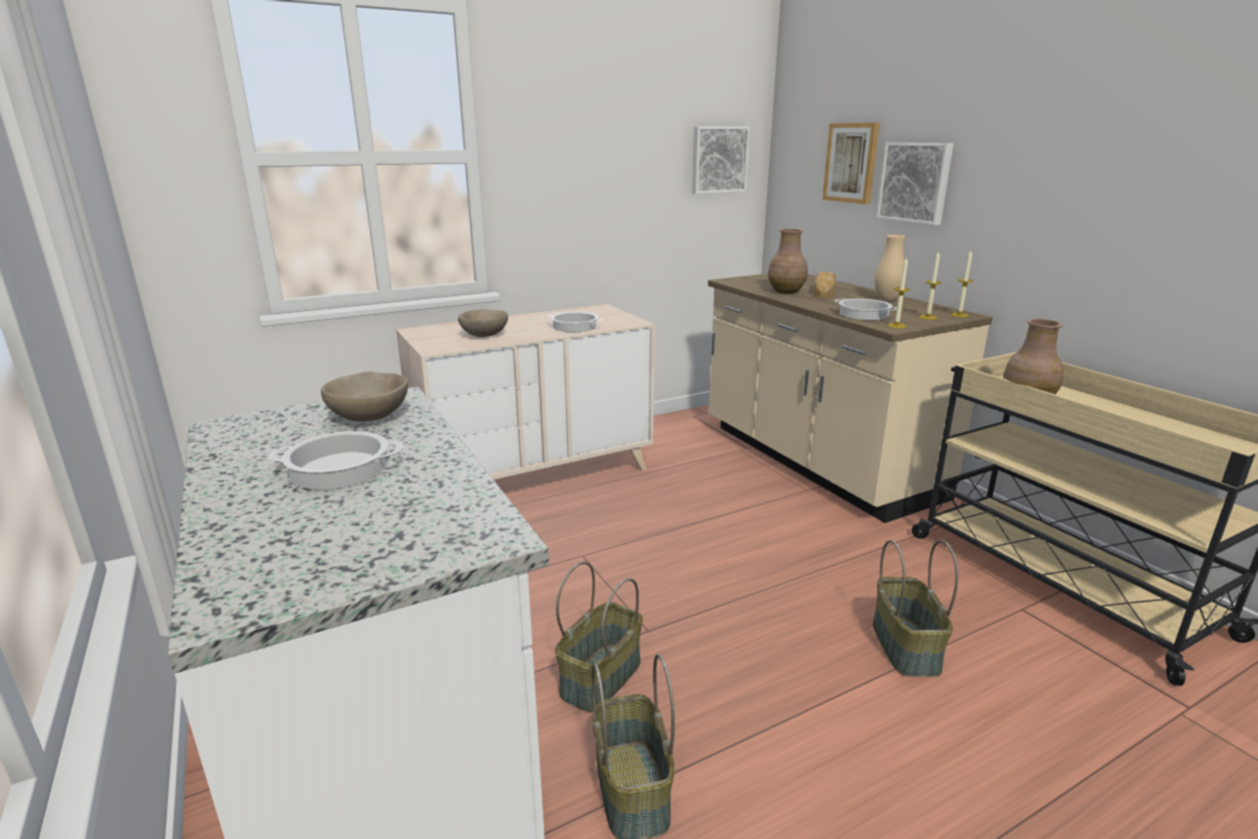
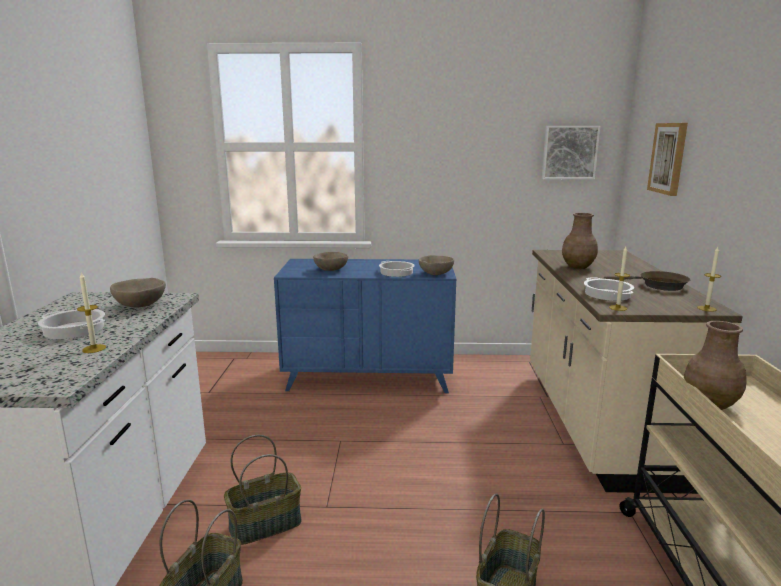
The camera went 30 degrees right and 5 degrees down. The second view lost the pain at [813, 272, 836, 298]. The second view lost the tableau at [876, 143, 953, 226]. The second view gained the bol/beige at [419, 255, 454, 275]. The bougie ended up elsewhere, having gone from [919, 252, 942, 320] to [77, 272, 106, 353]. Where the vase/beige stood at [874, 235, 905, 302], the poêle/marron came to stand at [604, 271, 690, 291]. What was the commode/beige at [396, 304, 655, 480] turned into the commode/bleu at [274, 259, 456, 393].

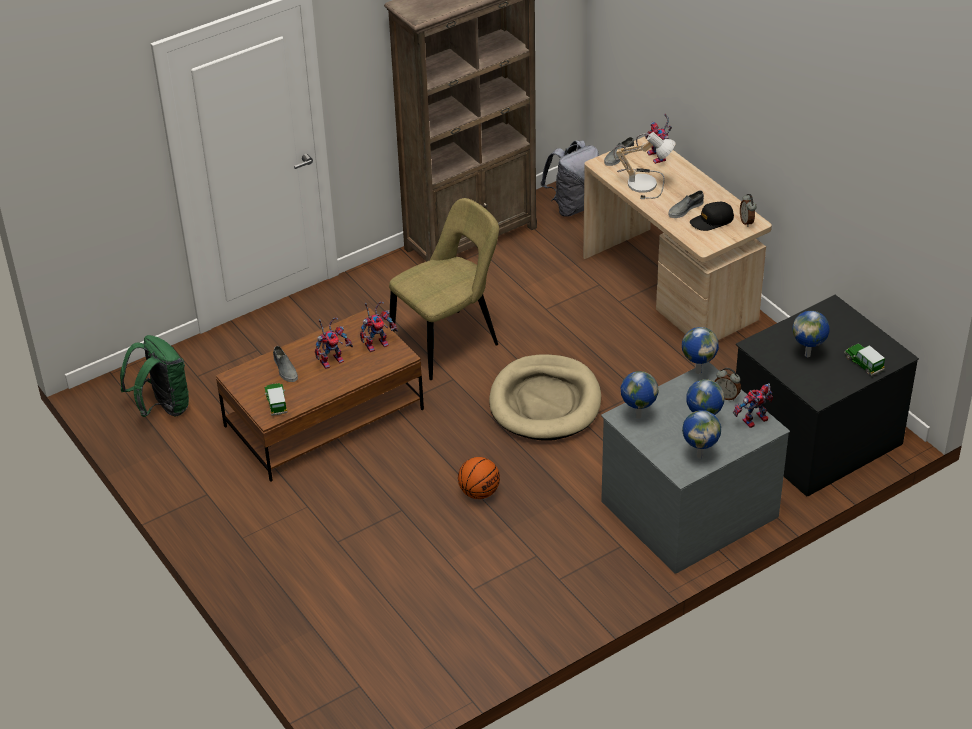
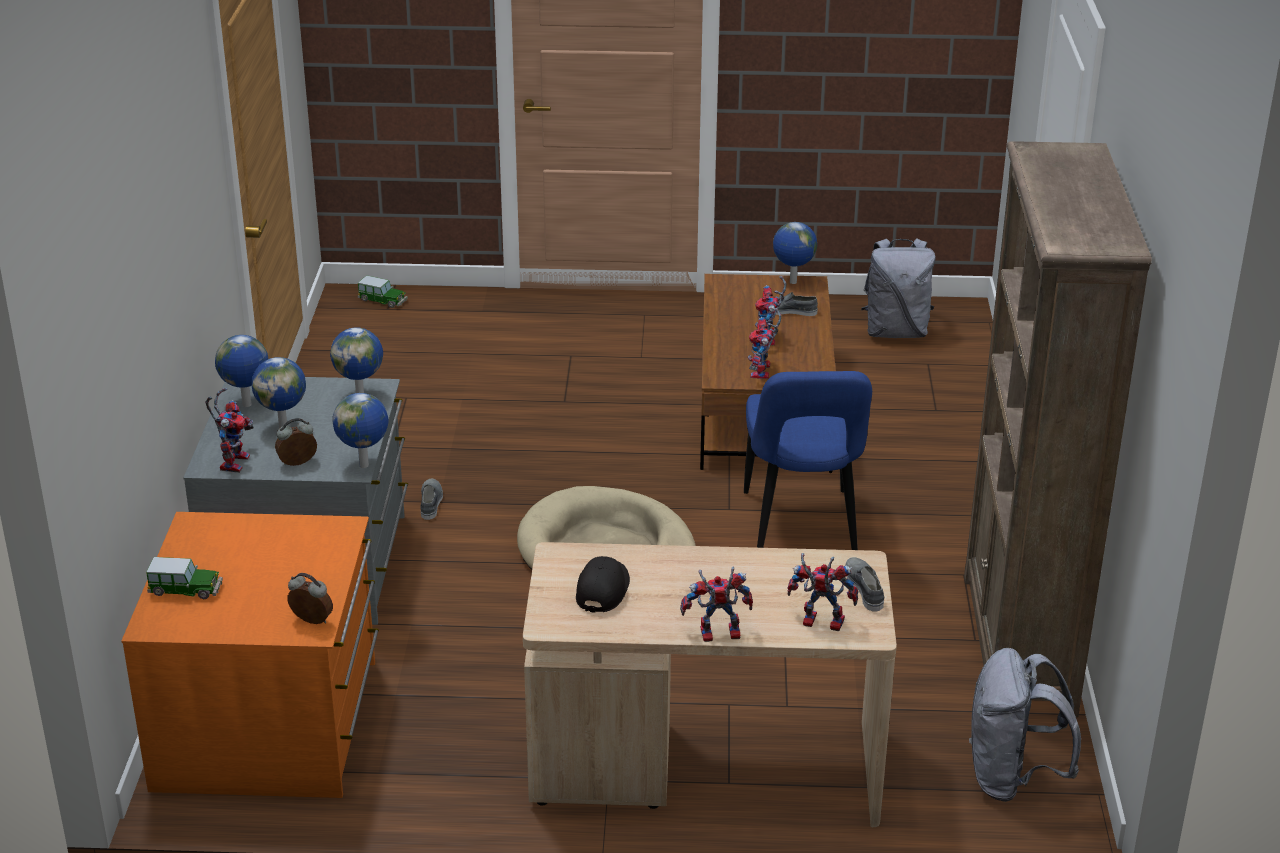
The camera went 125 degrees right and 10 degrees down. The second view lost the ballon de basket at [458, 457, 500, 499]. The second view lost the lampe de table at [613, 132, 675, 199]. The second view gained the robot jouet at [680, 566, 753, 642]. The petite voiture ended up elsewhere, having gone from [265, 383, 287, 416] to [358, 275, 408, 308]. The chaussure/gris ended up elsewhere, having gone from [668, 190, 704, 218] to [420, 479, 443, 520]. The réveil ended up elsewhere, having gone from [740, 194, 757, 227] to [287, 573, 333, 624]. The globe ended up elsewhere, having gone from [792, 311, 830, 357] to [773, 222, 817, 284]. What was the sac à dos/vert at [120, 335, 189, 417] turned into the sac à dos/gris at [861, 238, 936, 338]. What was the chaise/beige at [389, 198, 499, 380] turned into the chaise/bleu at [744, 371, 872, 550]. What was the commode/noir at [736, 295, 919, 496] turned into the commode/orange at [121, 512, 379, 798].

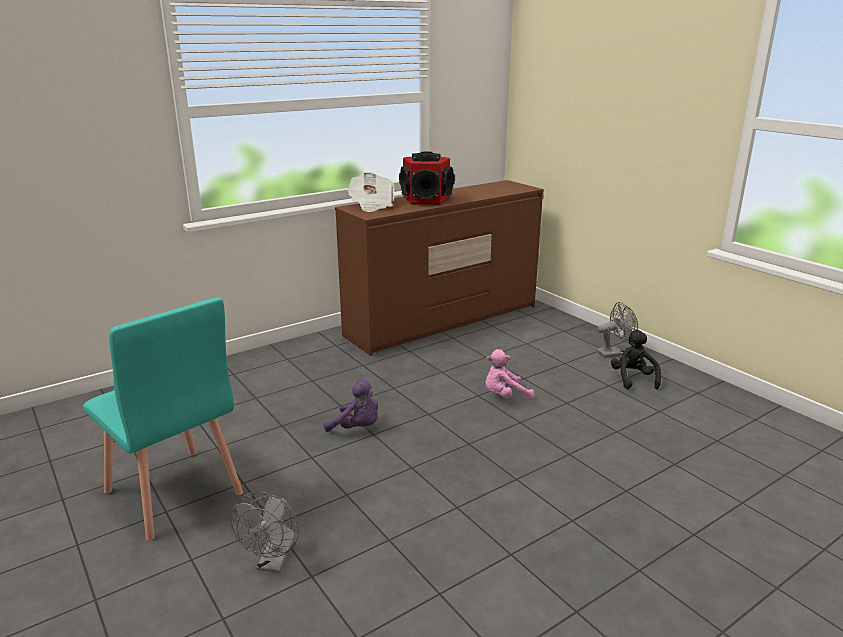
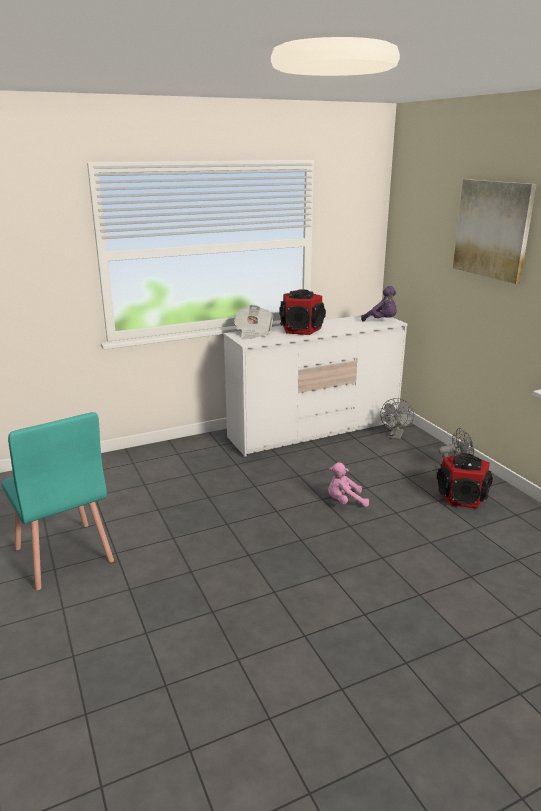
The camera went 10 degrees right and 0 degrees up. The second view gained the tableau at [453, 179, 536, 284]. The ventilateur/gris ended up elsewhere, having gone from [231, 492, 299, 573] to [380, 398, 414, 440]. The peluche/violet ended up elsewhere, having gone from [324, 380, 378, 432] to [361, 286, 397, 321]. Where the peluche/noir stood at [611, 330, 661, 389], the enceinte came to stand at [437, 453, 493, 508]. What was the commode/marron at [335, 180, 544, 356] turned into the commode/blanc at [223, 315, 408, 457].

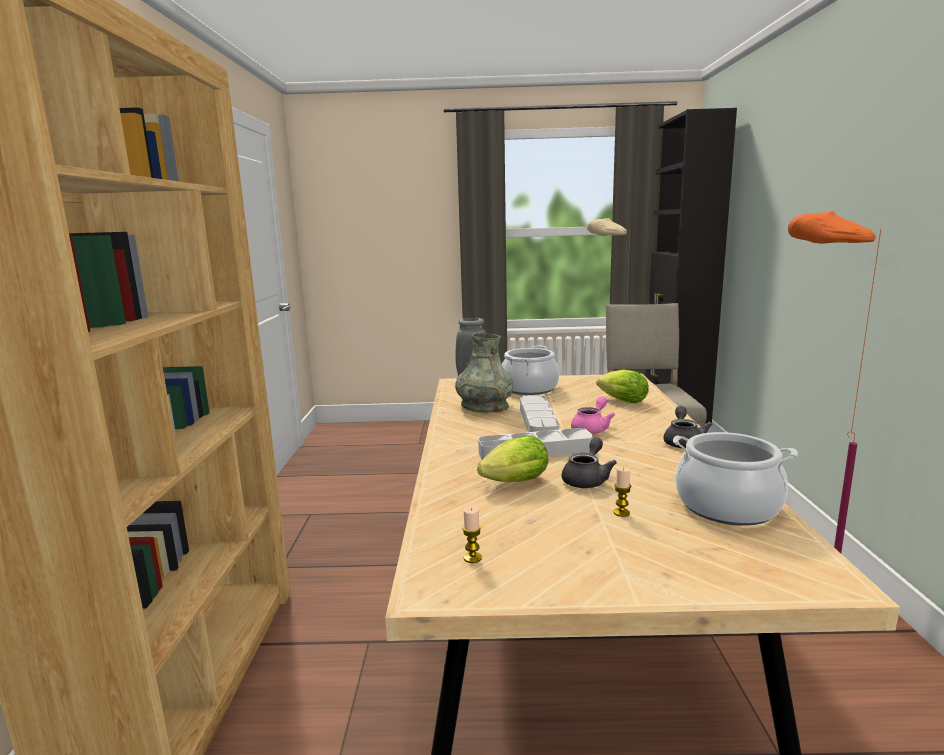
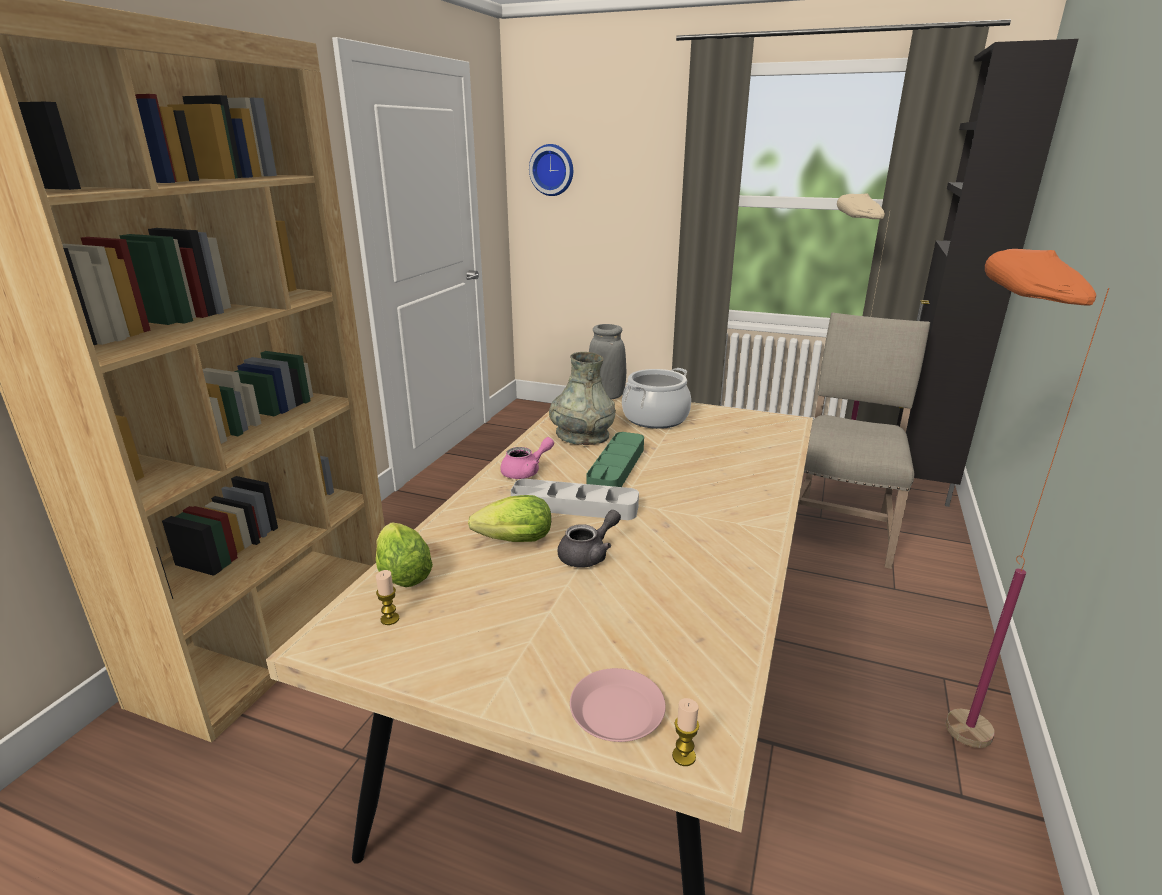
The camera went 20 degrees right and 10 degrees up. The second view lost the théière/gris at [664, 406, 712, 449]. The second view lost the marmite at [673, 432, 798, 526]. The second view gained the horloge murale at [529, 144, 573, 196]. The second view gained the assiette/rose at [570, 668, 666, 742]. The théière/rose ended up elsewhere, having gone from [571, 396, 615, 434] to [500, 437, 554, 479]. The laitue ended up elsewhere, having gone from [596, 370, 649, 403] to [376, 523, 433, 587]. The bougie ended up elsewhere, having gone from [613, 467, 631, 517] to [672, 698, 699, 766]. What was the plateau/gris at [520, 396, 559, 432] turned into the plateau/vert at [586, 432, 644, 487].

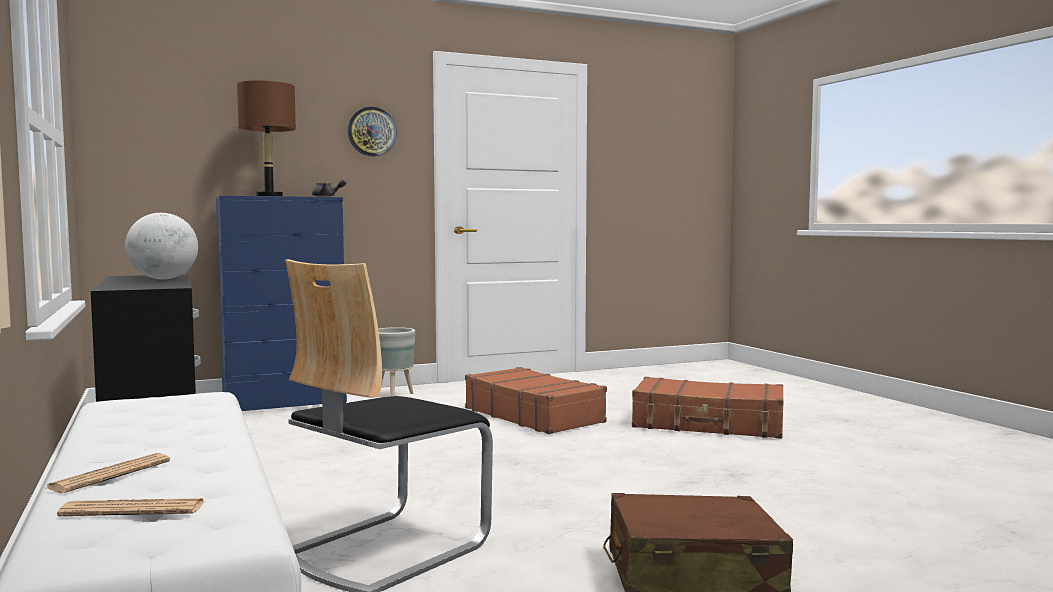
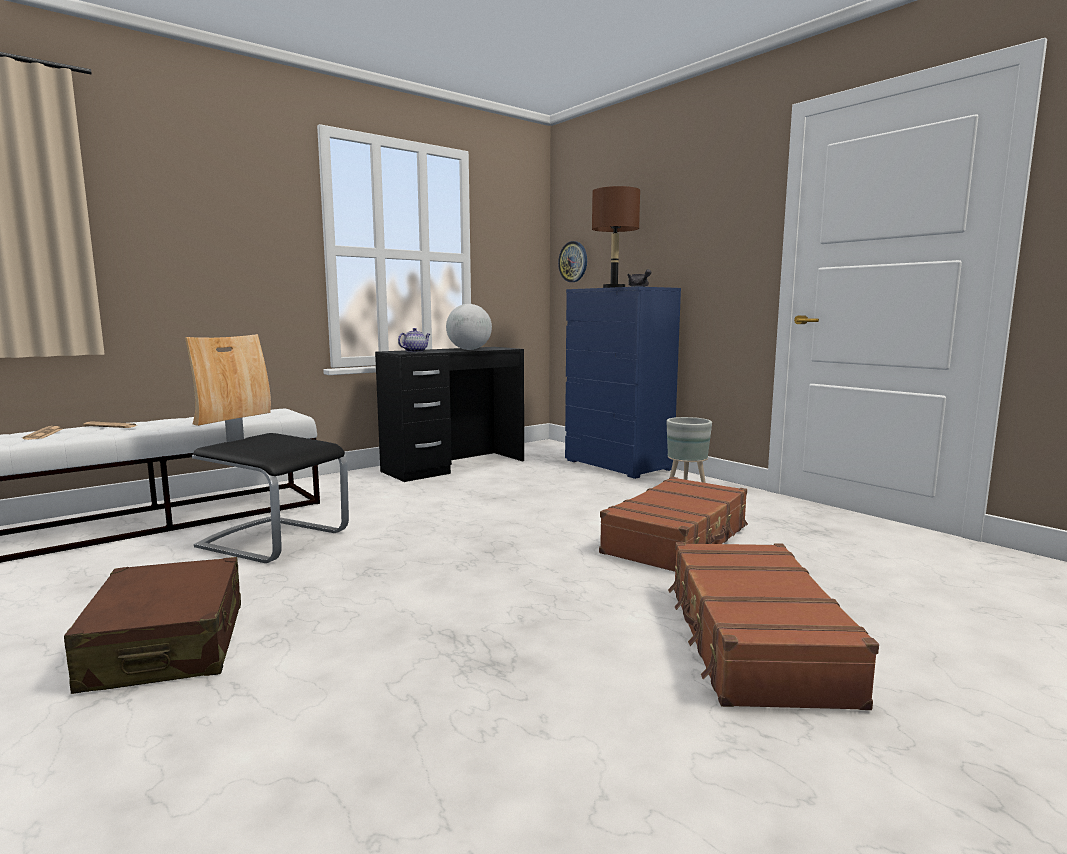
The camera went 75 degrees right and 5 degrees up. The second view gained the théière at [398, 328, 430, 352]. The horloge murale ended up elsewhere, having gone from [348, 107, 397, 156] to [558, 241, 587, 282].

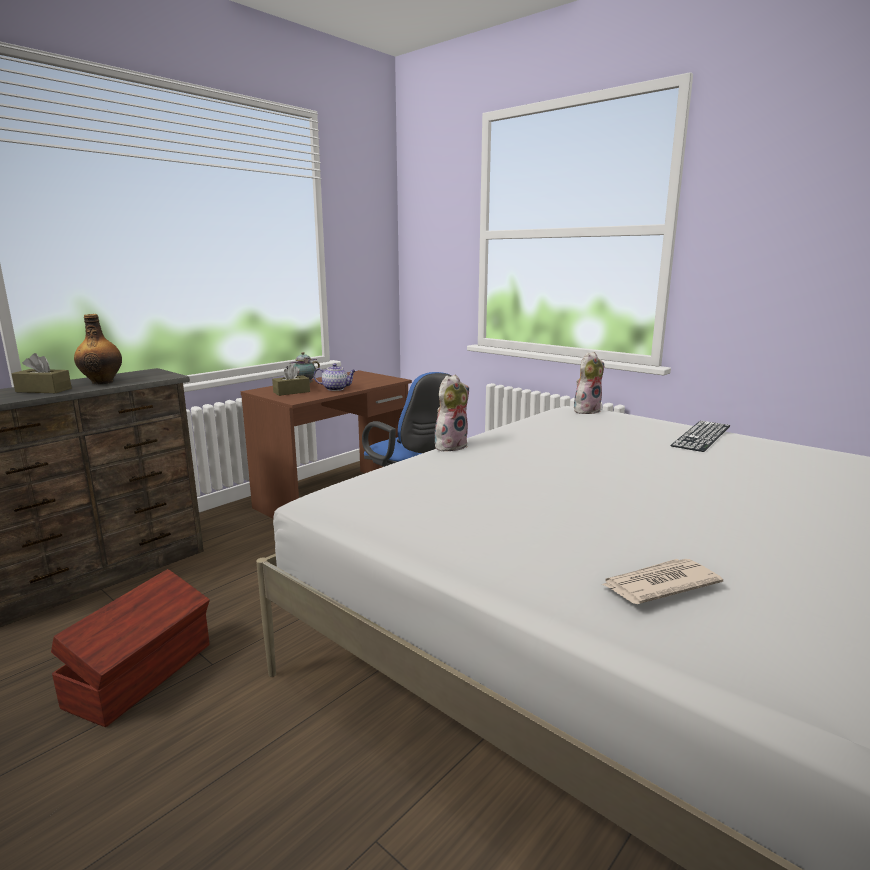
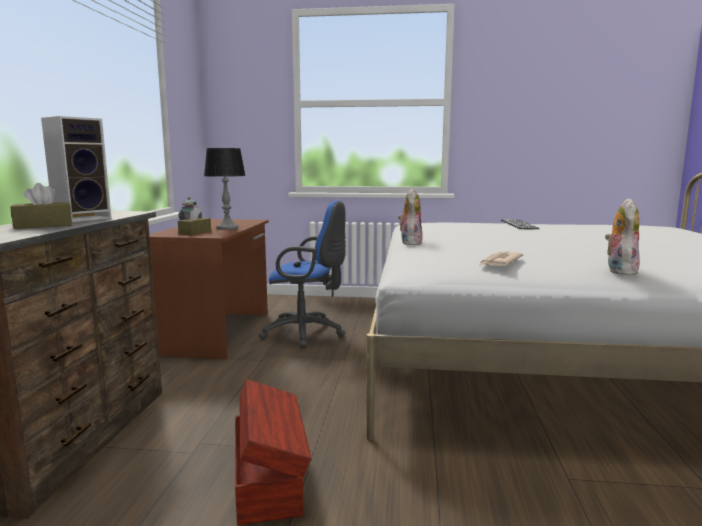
The camera went 35 degrees left and 5 degrees down. The peluche ended up elsewhere, having gone from [574, 352, 604, 414] to [605, 199, 640, 275]. The journal ended up elsewhere, having gone from [602, 559, 723, 604] to [480, 252, 523, 266]. Where the bouteille stood at [74, 314, 122, 384], the enceinte came to stand at [41, 116, 111, 222]. Where the théière stood at [314, 363, 357, 391], the lampe de table came to stand at [204, 148, 246, 230].

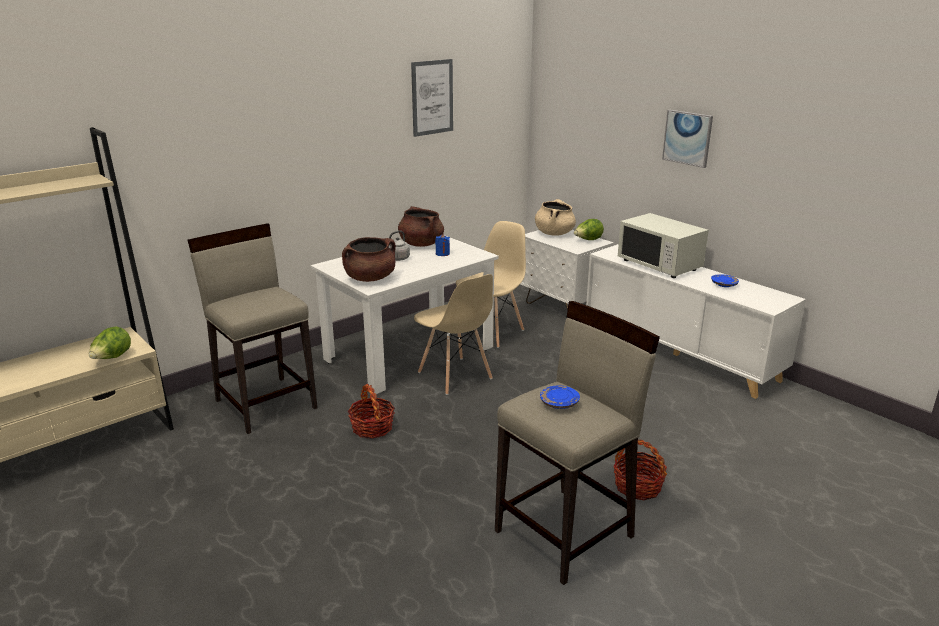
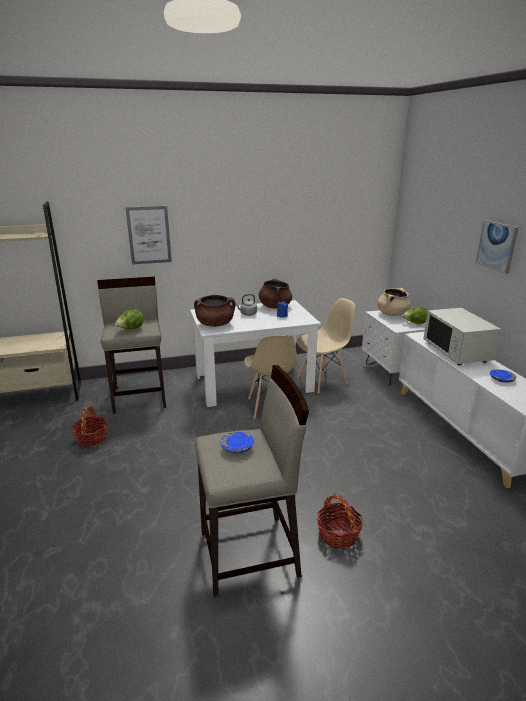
The camera went 25 degrees right and 0 degrees up. The laitue ended up elsewhere, having gone from [89, 326, 131, 359] to [115, 309, 143, 329]. The panier ended up elsewhere, having gone from [347, 384, 395, 438] to [71, 406, 108, 447]. The tableau ended up elsewhere, having gone from [411, 59, 453, 137] to [125, 206, 172, 265].

